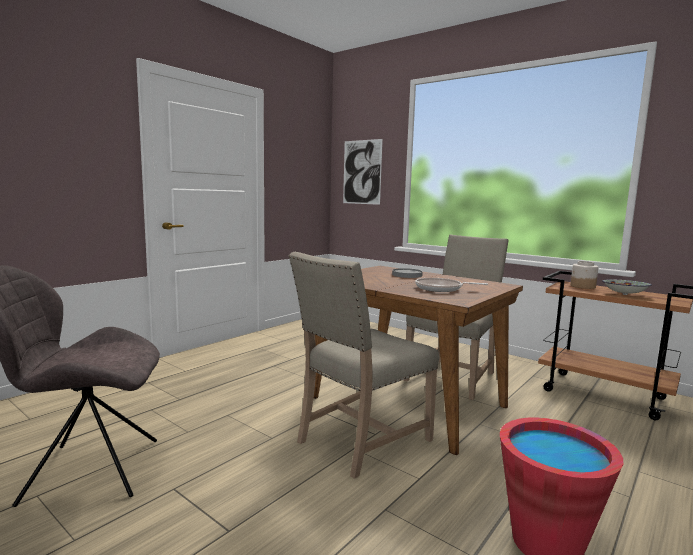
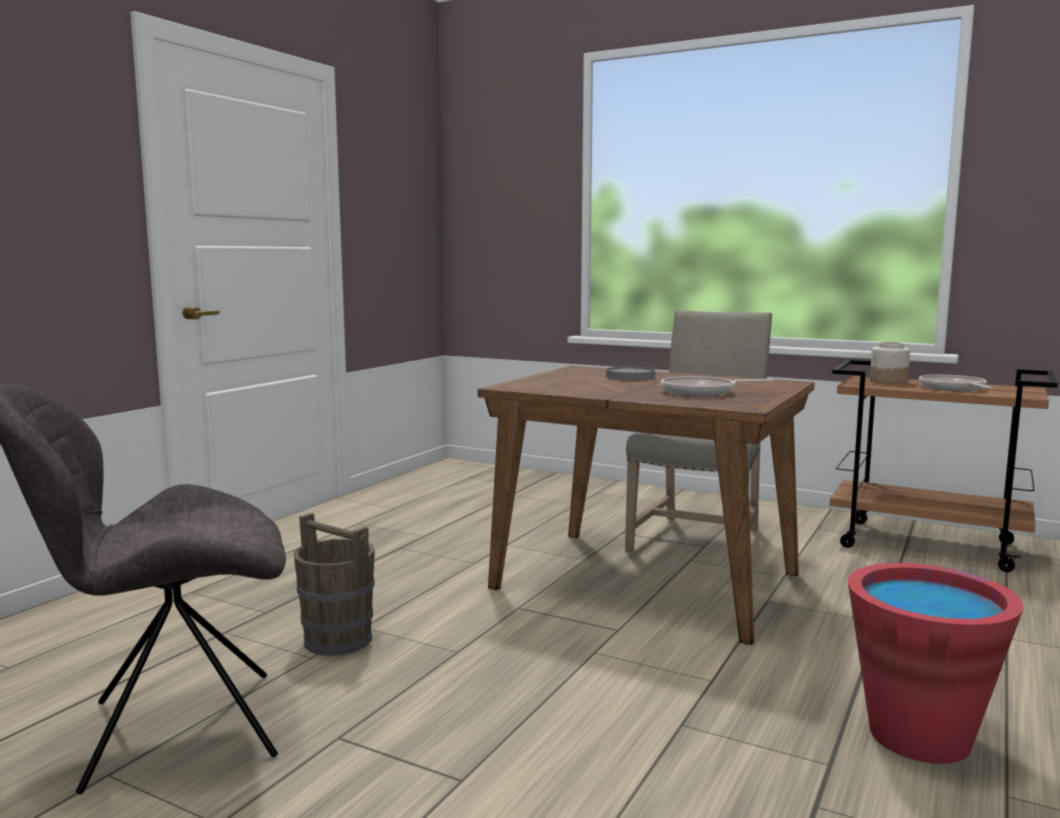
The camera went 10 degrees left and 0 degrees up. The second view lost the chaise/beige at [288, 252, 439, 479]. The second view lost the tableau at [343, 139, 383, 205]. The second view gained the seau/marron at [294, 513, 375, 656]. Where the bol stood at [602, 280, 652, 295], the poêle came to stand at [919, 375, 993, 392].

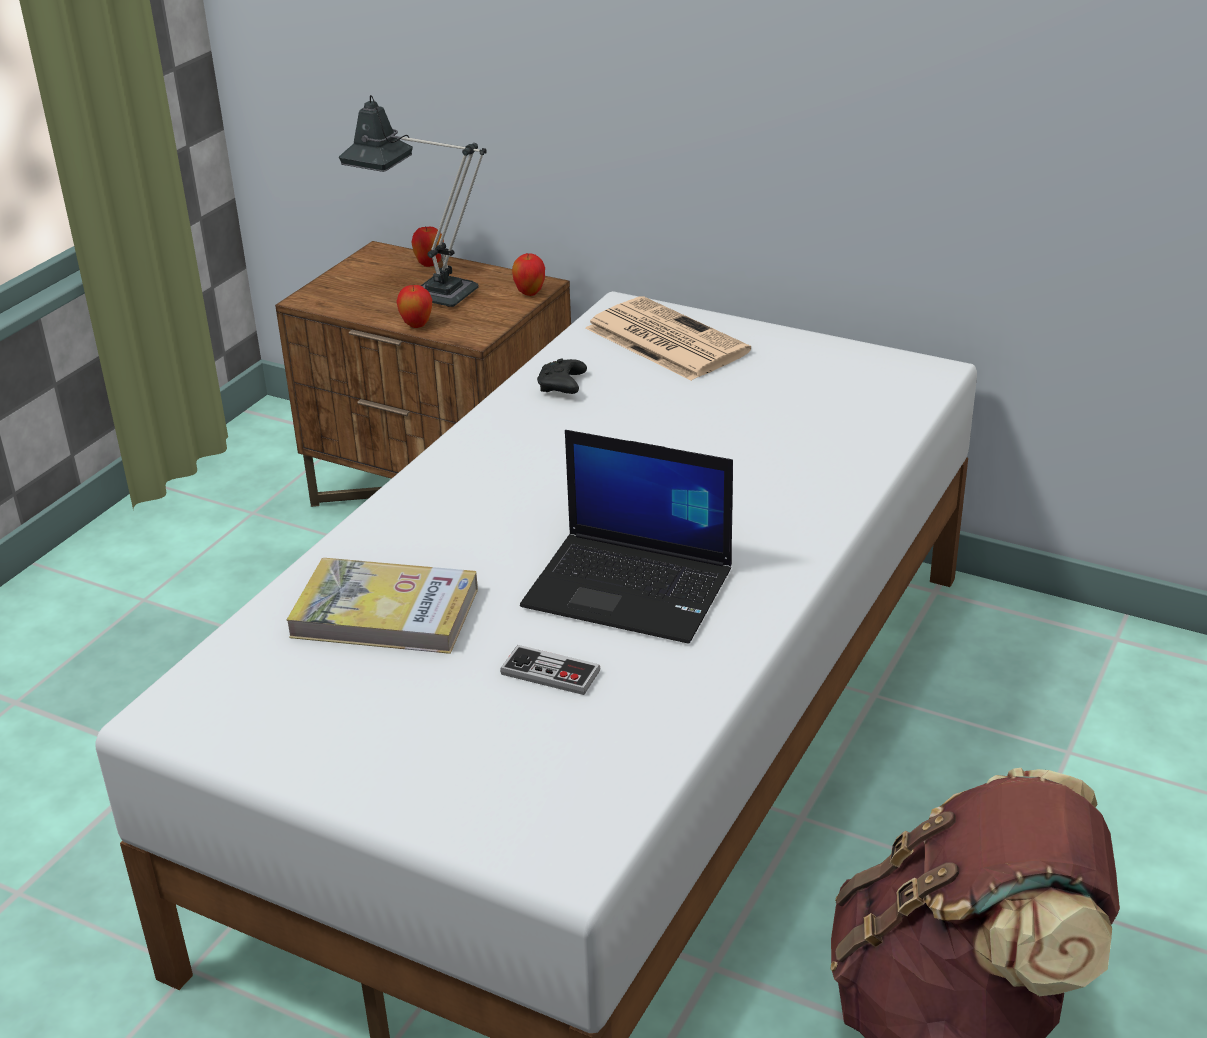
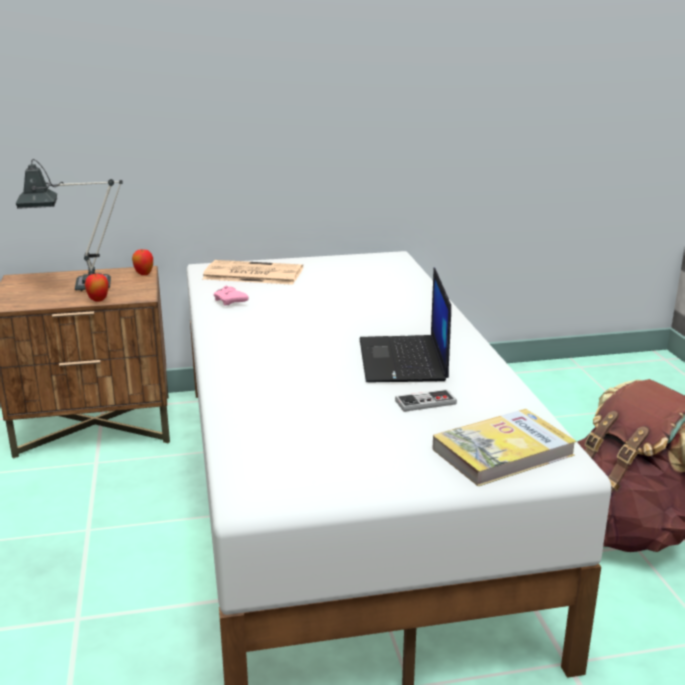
The camera went 40 degrees left and 10 degrees down. The second view lost the pomme at [411, 226, 444, 267]. The livre ended up elsewhere, having gone from [287, 558, 478, 654] to [432, 409, 577, 486]. What was the manette/noir at [537, 359, 587, 394] turned into the manette/rose at [214, 286, 249, 306]. The ordinateur portable at [520, 430, 733, 644] ended up facing another way, 105 degrees clockwise from before.

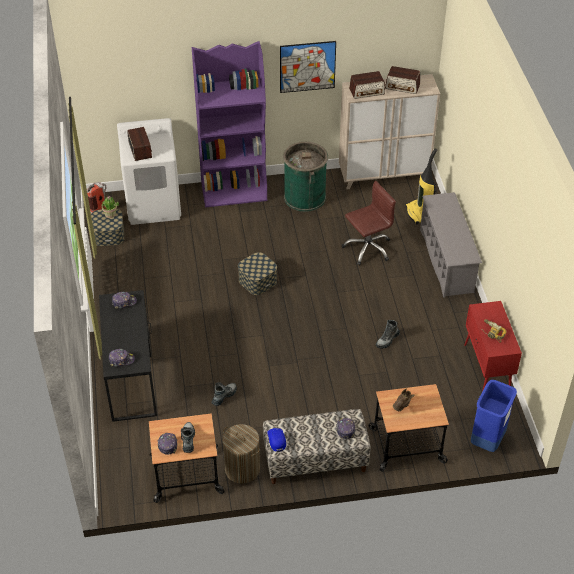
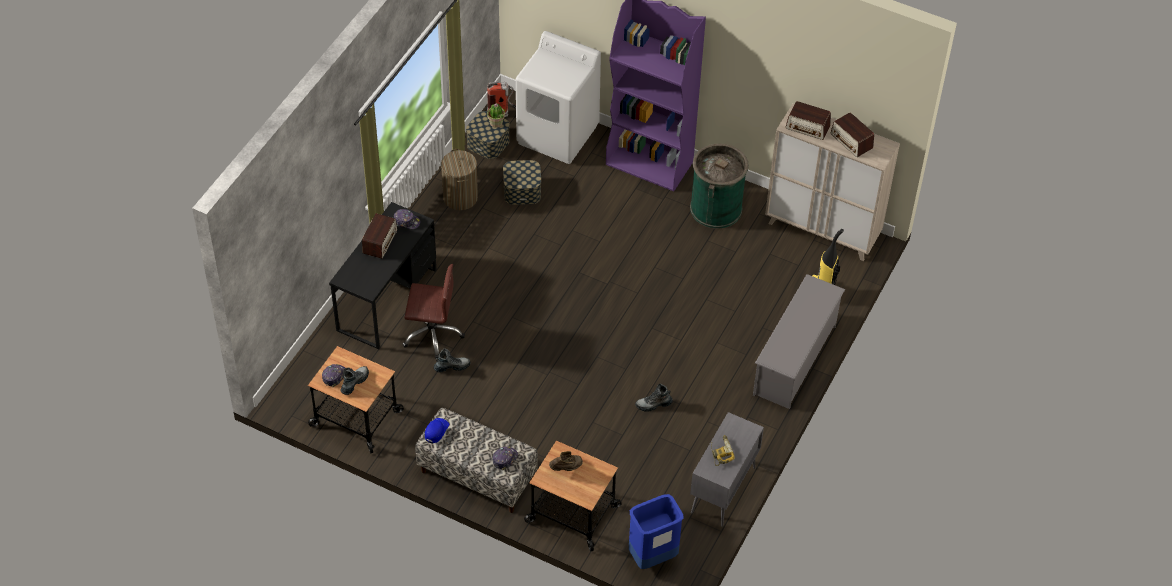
The camera went 35 degrees right and 5 degrees up. The second view lost the casquette at [109, 349, 135, 367]. The second view lost the tableau at [280, 41, 336, 93]. The radio ended up elsewhere, having gone from [127, 127, 152, 161] to [362, 213, 397, 259]. The panier à linge ended up elsewhere, having gone from [223, 424, 260, 484] to [441, 149, 478, 210]. The boîte de rangement ended up elsewhere, having gone from [238, 252, 277, 295] to [503, 160, 541, 205]. The chaise de bureau/marron ended up elsewhere, having gone from [342, 181, 396, 265] to [403, 264, 465, 359]. What was the meuble de rangement/rouge at [464, 301, 522, 391] turned into the meuble de rangement/gris at [690, 412, 764, 527].

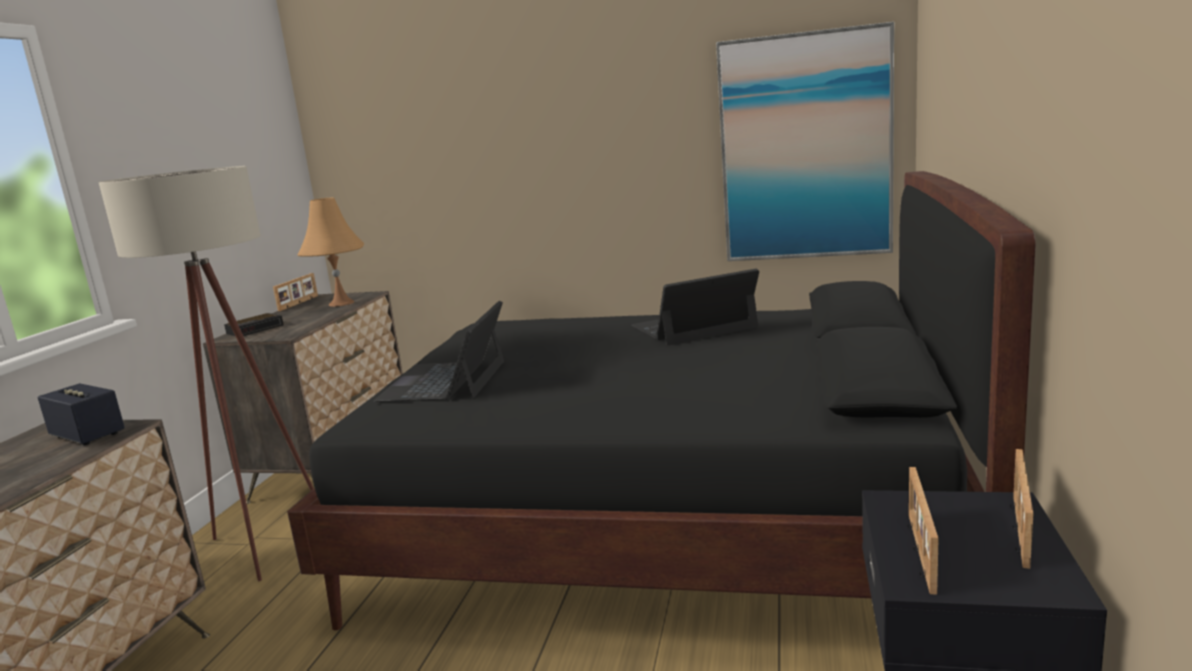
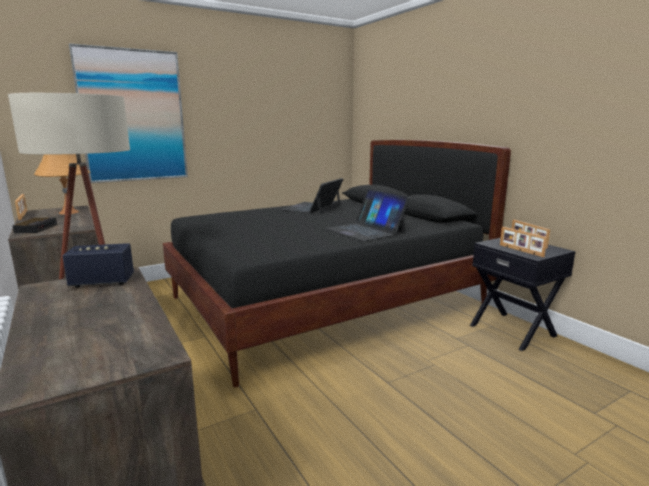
The camera went 45 degrees left and 0 degrees up. The ordinateur portable ended up elsewhere, having gone from [374, 301, 504, 402] to [326, 189, 410, 241]. The tableau ended up elsewhere, having gone from [716, 22, 894, 261] to [69, 43, 188, 183].

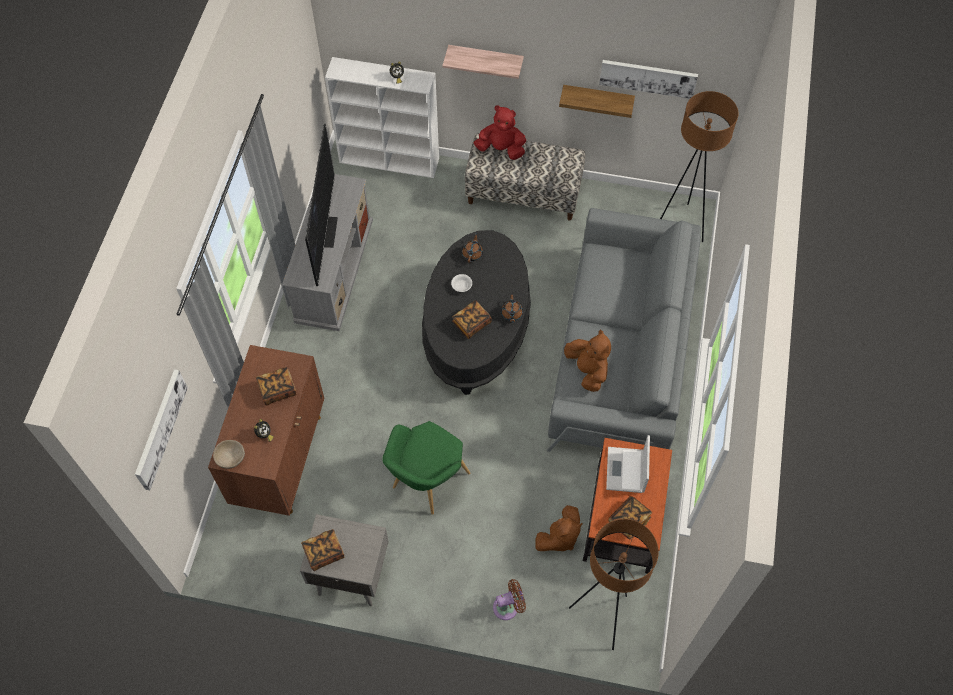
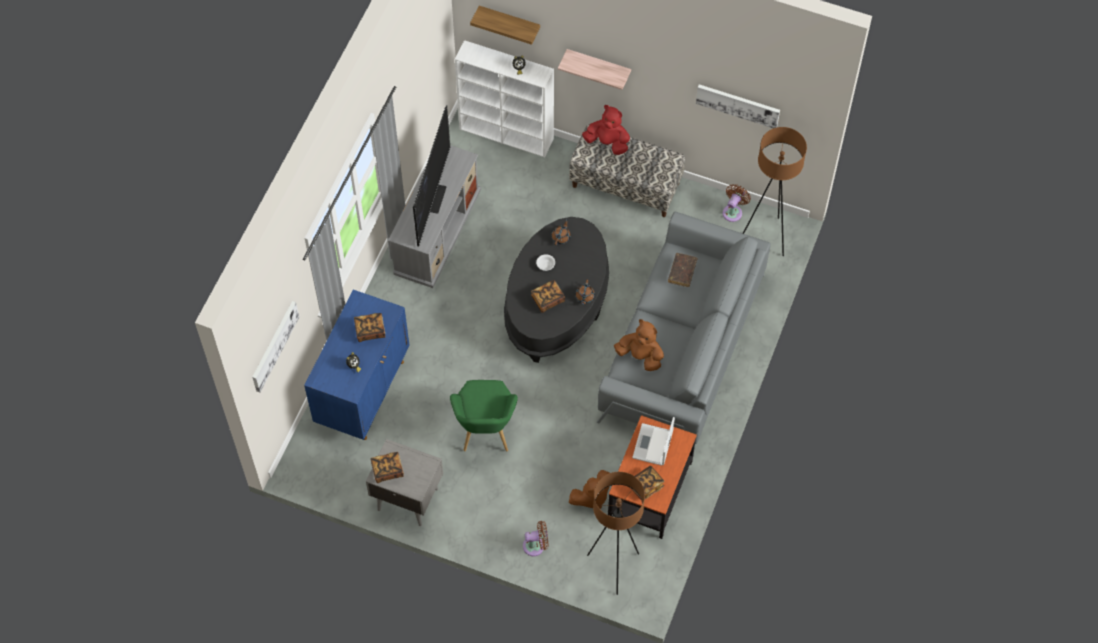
The camera went 10 degrees right and 0 degrees up. The second view lost the bol/beige at [213, 440, 245, 469]. The second view gained the livre/marron at [668, 253, 698, 287]. The second view gained the ventilateur/marron at [722, 184, 751, 222]. The étagère ended up elsewhere, having gone from [559, 85, 635, 118] to [470, 6, 540, 45]. What was the meuble de rangement/marron at [208, 345, 324, 516] turned into the meuble de rangement/bleu at [304, 290, 410, 440]. The fauteuil/vert at [382, 421, 470, 515] ended up facing another way, 45 degrees counterclockwise from before. The peluche/marron at [564, 329, 611, 392] ended up facing another way, 45 degrees counterclockwise from before.

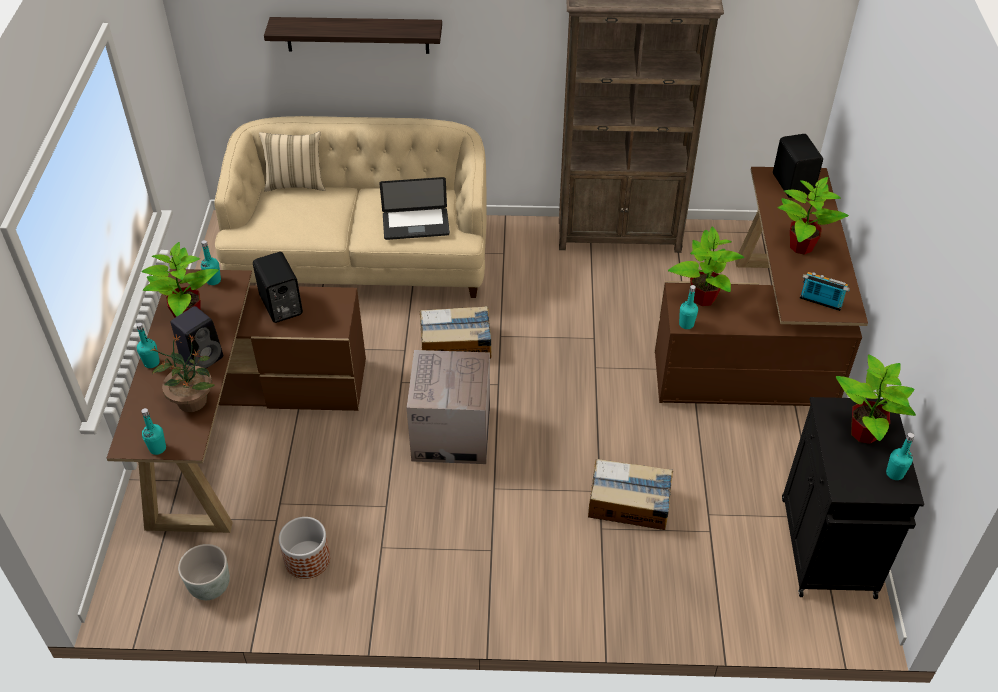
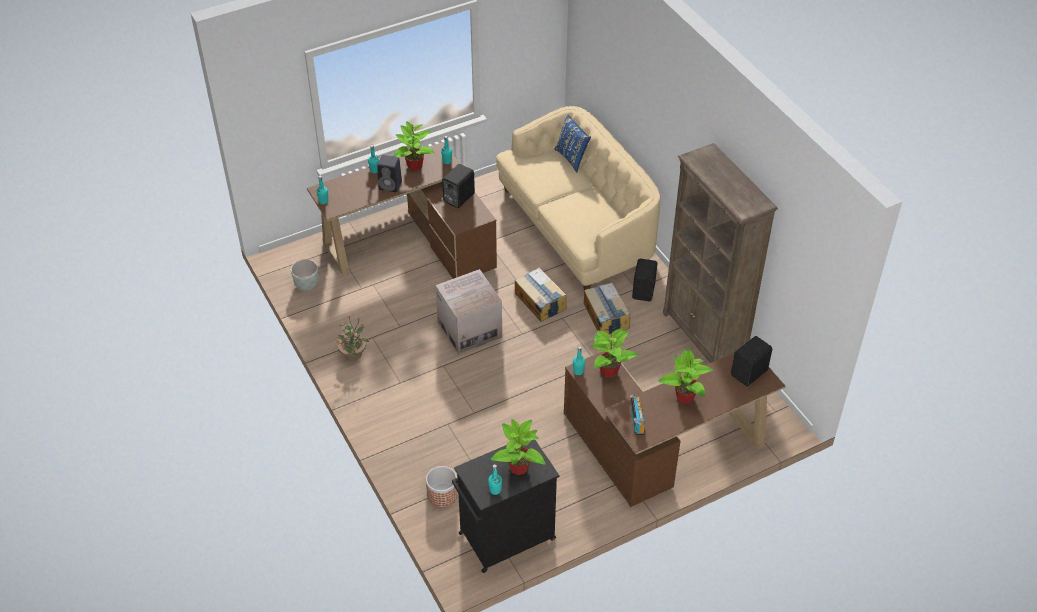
The camera went 60 degrees right and 0 degrees up. The second view lost the étagère at [264, 17, 442, 54]. The second view lost the ordinateur portable at [379, 177, 450, 240]. The second view gained the enceinte/noir at [632, 259, 657, 301]. The plante en pot ended up elsewhere, having gone from [152, 335, 215, 412] to [336, 315, 369, 361]. The cache-pot ended up elsewhere, having gone from [279, 517, 330, 579] to [426, 466, 458, 507]. The carton ended up elsewhere, having gone from [588, 459, 673, 530] to [584, 282, 630, 334]. What was the coussin/beige at [259, 131, 325, 192] turned into the coussin/bleu at [555, 115, 591, 172].

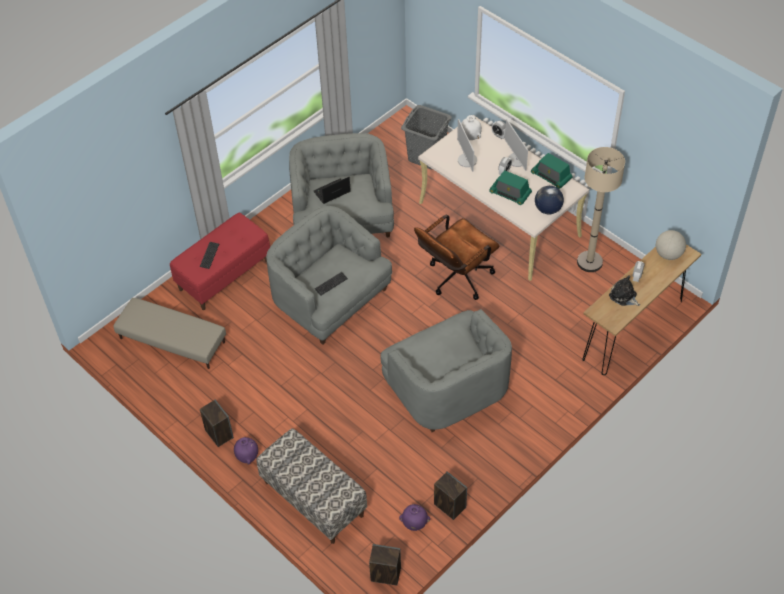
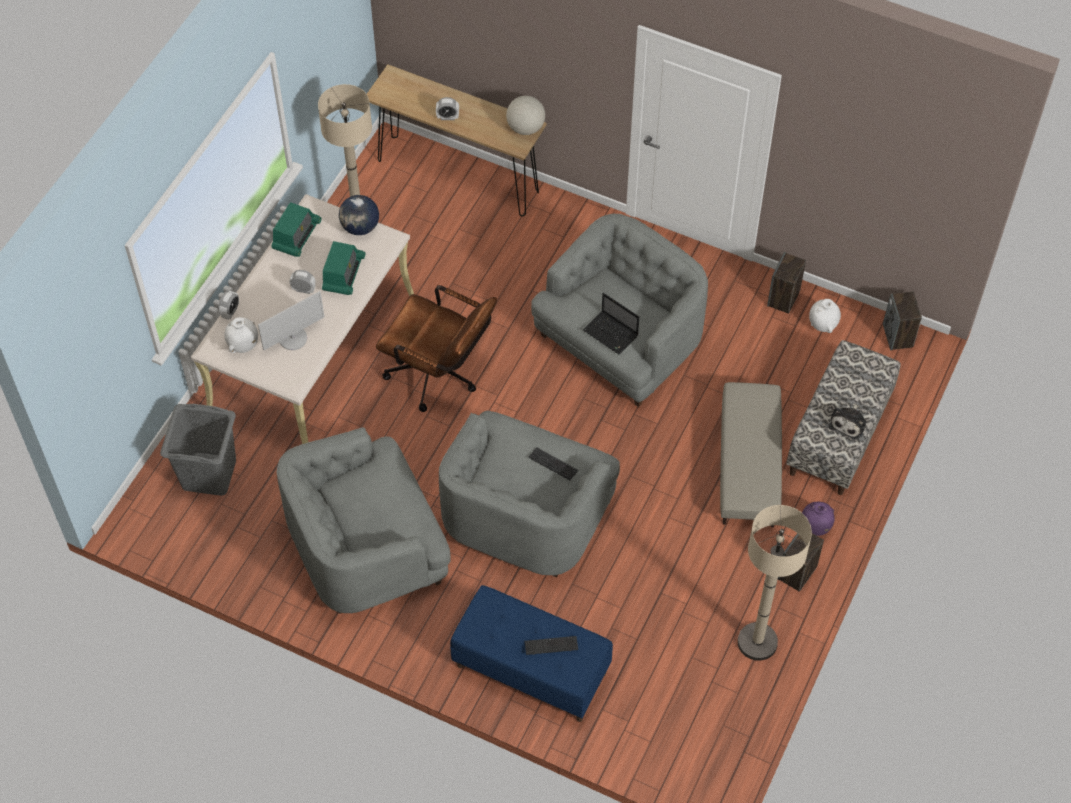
The camera went 110 degrees left and 5 degrees up. The second view lost the écran d'ordinateur at [505, 119, 528, 171]. The second view gained the lampadaire/beige at [737, 505, 812, 661]. The pouf/beige ended up elsewhere, having gone from [114, 298, 226, 369] to [720, 382, 782, 528]. The ordinateur portable ended up elsewhere, having gone from [314, 177, 351, 204] to [583, 293, 639, 354]. The peluche ended up elsewhere, having gone from [609, 275, 640, 306] to [829, 403, 866, 440]. The globe ended up elsewhere, having gone from [656, 230, 686, 260] to [506, 96, 545, 135]. What was the banc/rouge at [170, 212, 270, 310] turned into the banc/bleu at [450, 585, 613, 722]. What was the vase/violet at [399, 504, 430, 531] turned into the vase/blanc at [809, 299, 841, 333].

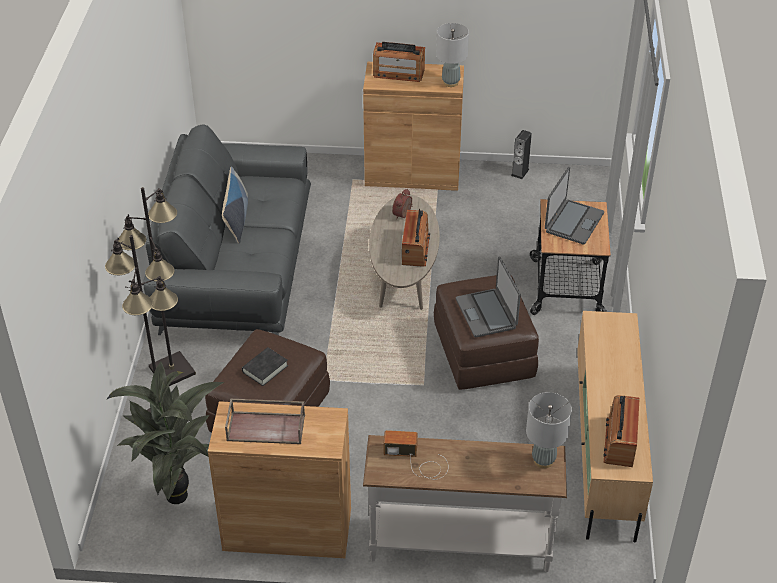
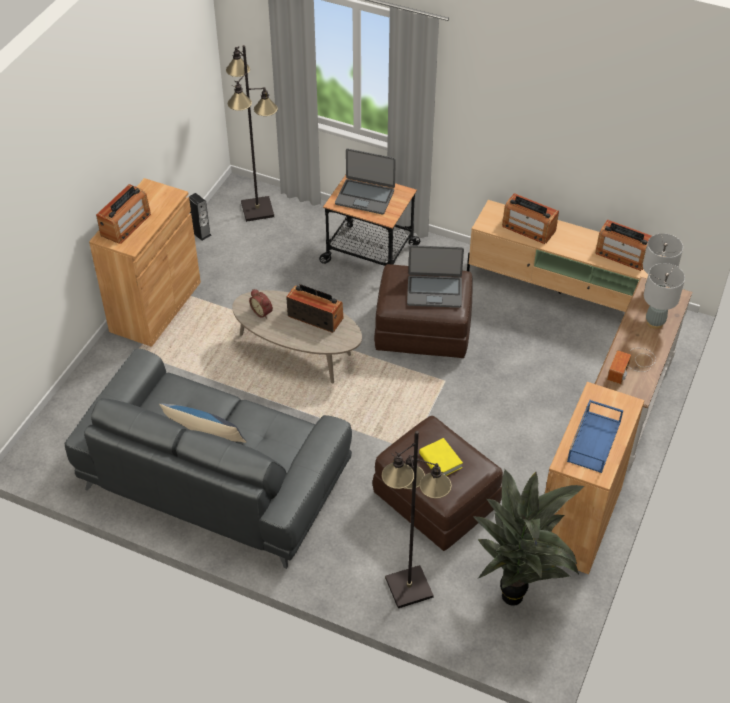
The camera went 70 degrees left and 5 degrees up. The second view gained the radio at [502, 193, 559, 244]. The lampadaire/noir ended up elsewhere, having gone from [118, 187, 196, 386] to [226, 45, 278, 222]. The lampe de table/gris ended up elsewhere, having gone from [436, 23, 469, 87] to [644, 263, 685, 329]. What was the plateau/marron at [225, 399, 305, 444] turned into the plateau/bleu at [567, 400, 623, 473]. What was the livre/noir at [242, 347, 288, 386] turned into the livre/jaune at [419, 438, 463, 476]. The ordinateur portable at [545, 167, 604, 244] ended up facing another way, 150 degrees clockwise from before.

